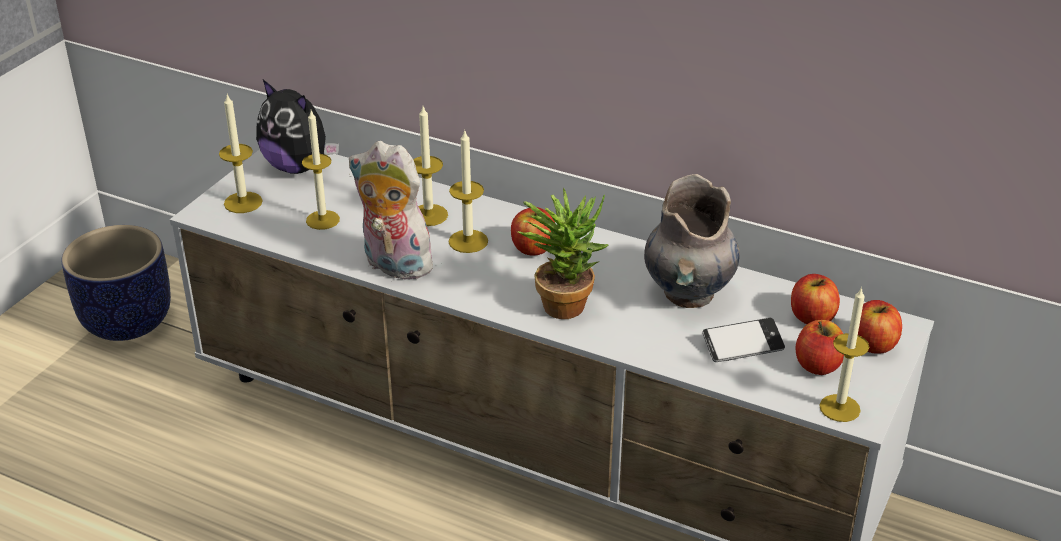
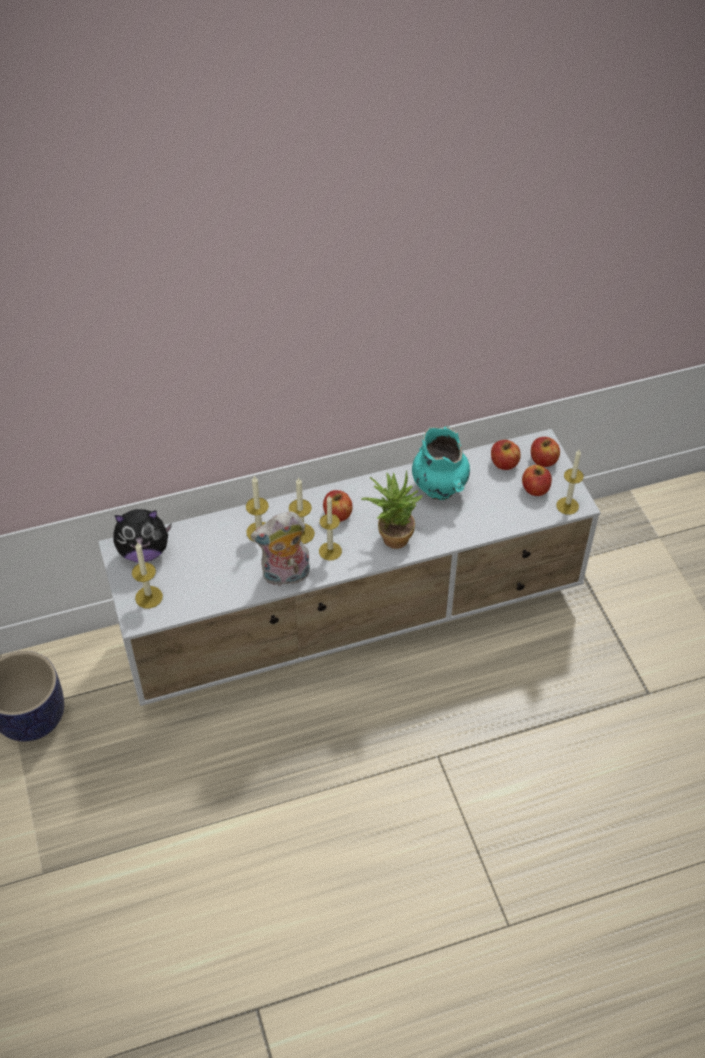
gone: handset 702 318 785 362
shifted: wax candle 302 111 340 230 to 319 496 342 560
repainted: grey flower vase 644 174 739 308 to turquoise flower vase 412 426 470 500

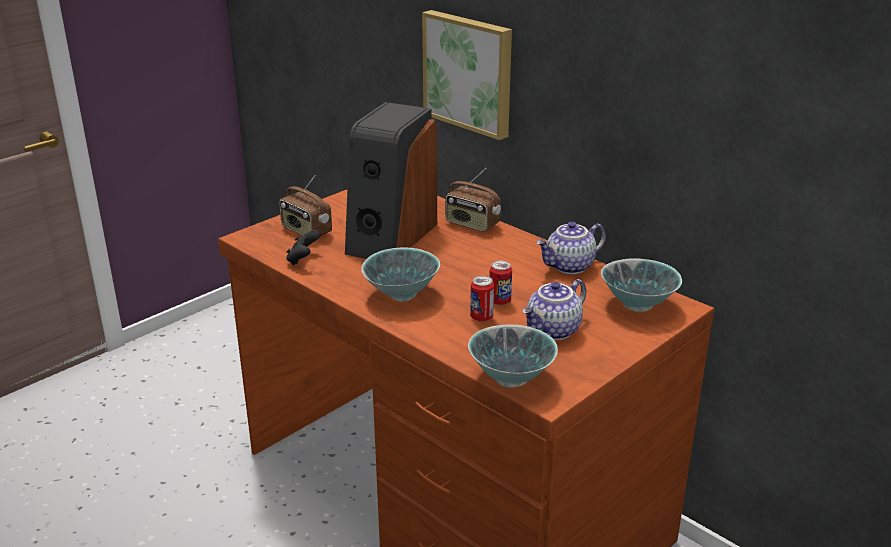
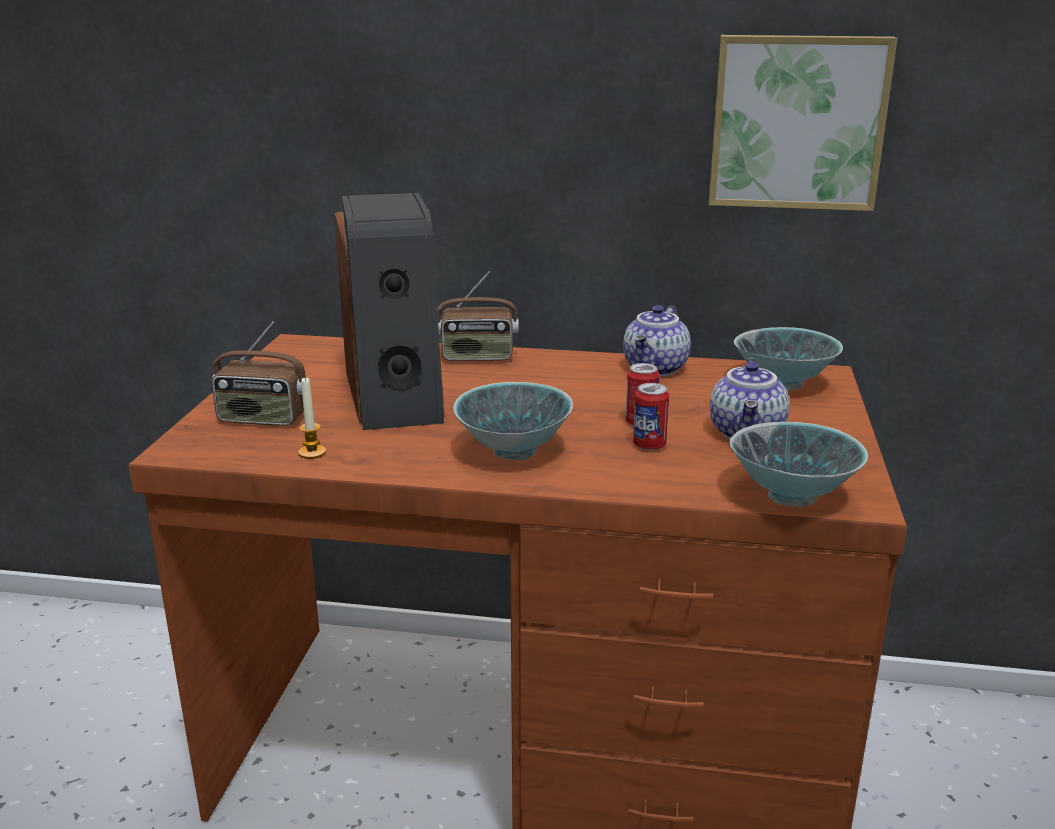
shifted: wall art 422 10 512 140 to 709 35 897 211
swapped: blackish game controller 286 230 321 265 to wax candle 298 377 326 459

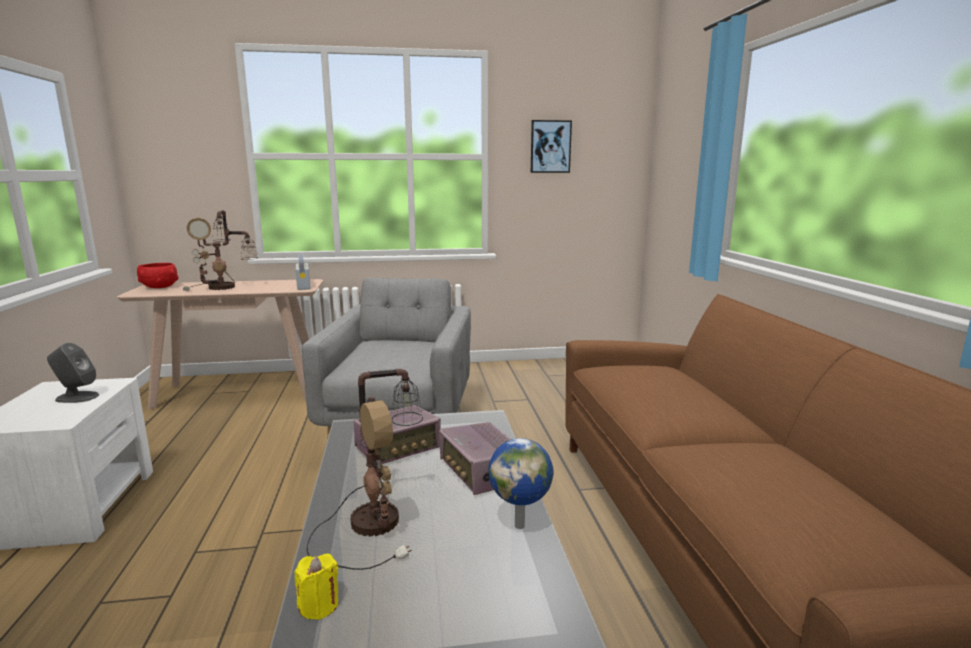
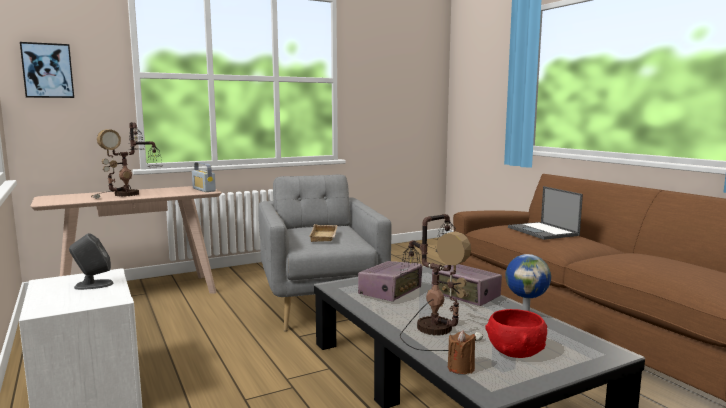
new: beige-coloured tray 310 224 337 242; notebook computer 508 186 583 240
shifted: reddish bowl 137 263 178 288 to 485 309 547 358; wall art 531 120 572 173 to 20 42 74 98
repainted: yellowish wax candle 294 554 338 620 to brown-coloured wax candle 448 331 476 374

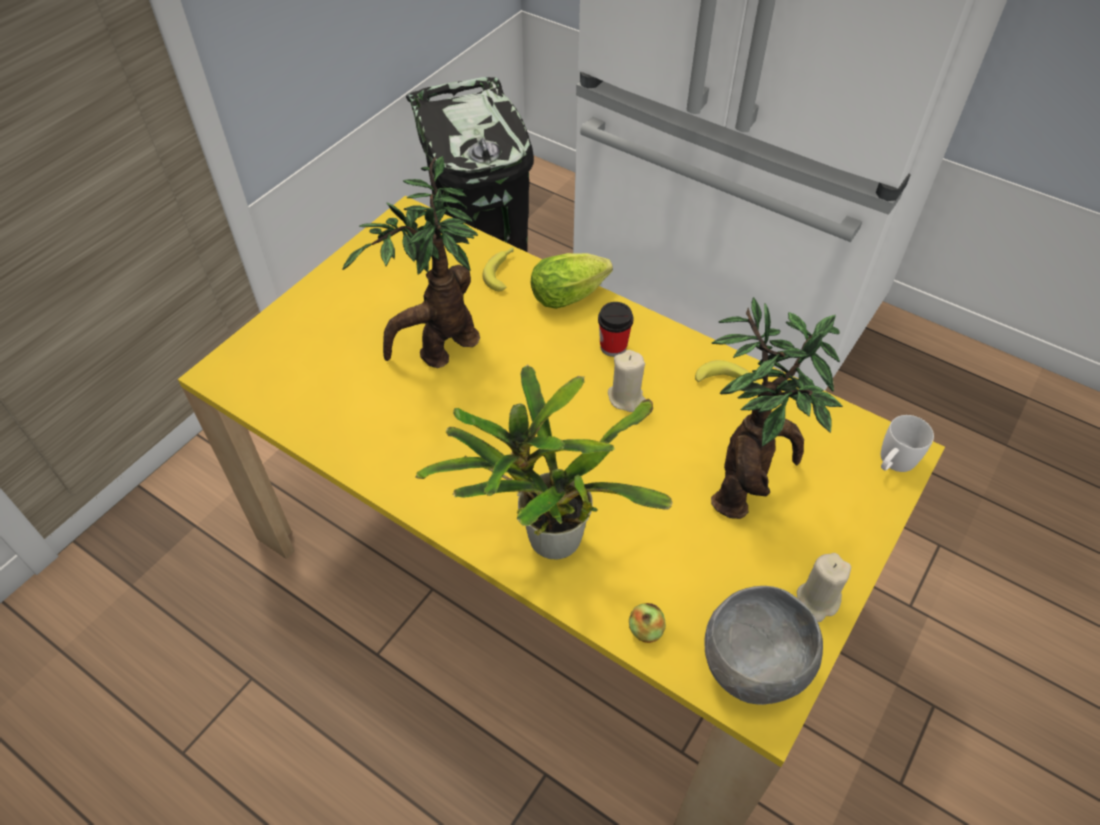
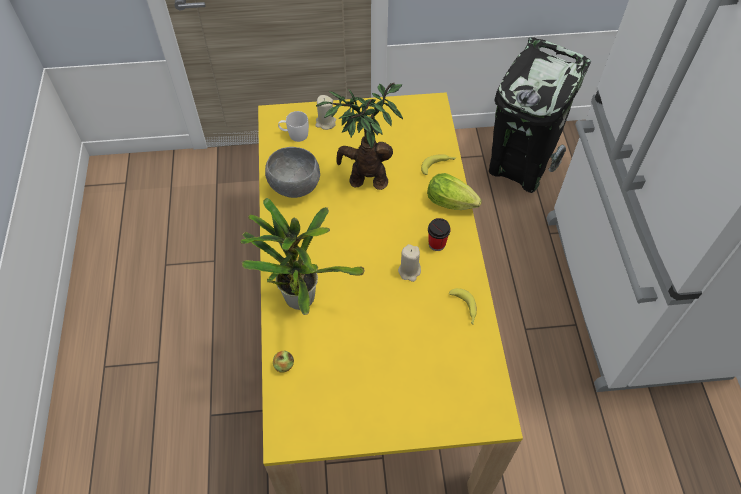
gone: plant in a pot 711 297 843 519
shifted: grey bowl 704 586 823 705 to 265 147 320 198; beige-coloured wax candle 797 553 851 622 to 315 95 336 130; whitish mug 881 415 934 472 to 278 111 309 142

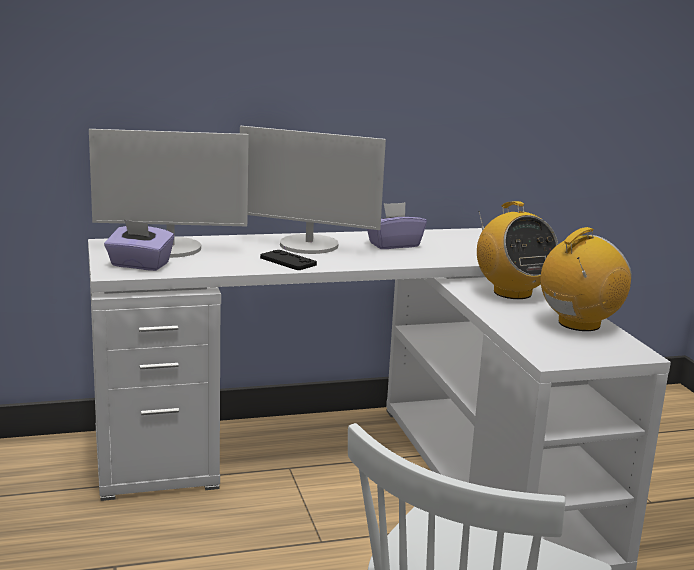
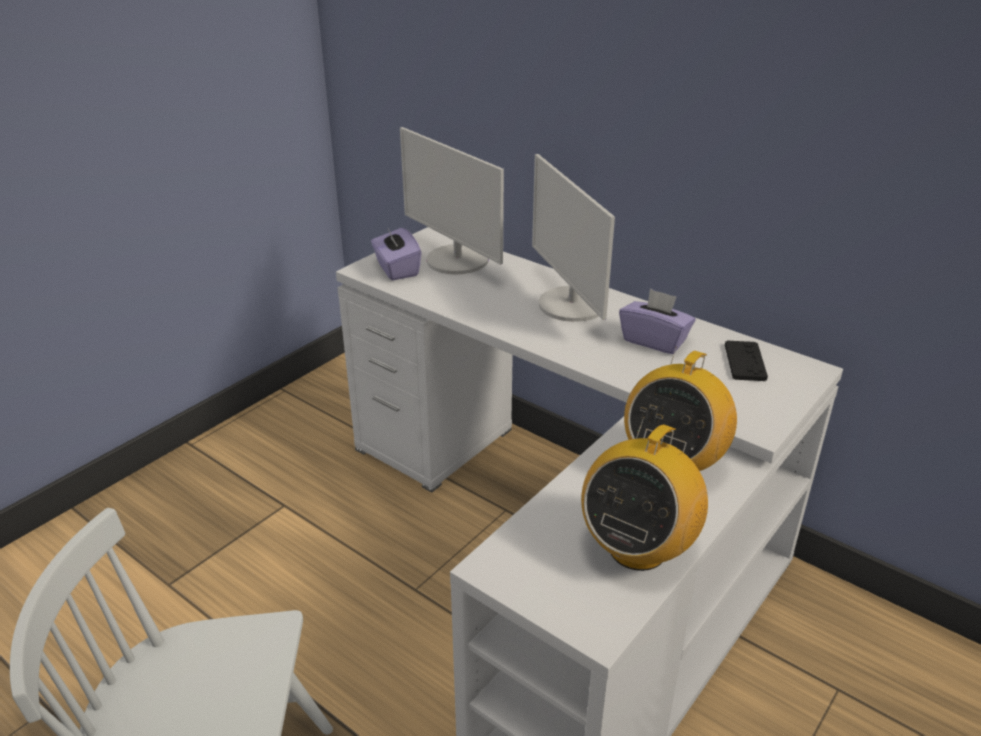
shifted: blackish game controller 260 250 317 270 to 725 341 768 381
rotated: radio 541 227 632 331 = 581 416 708 571 105 degrees clockwise

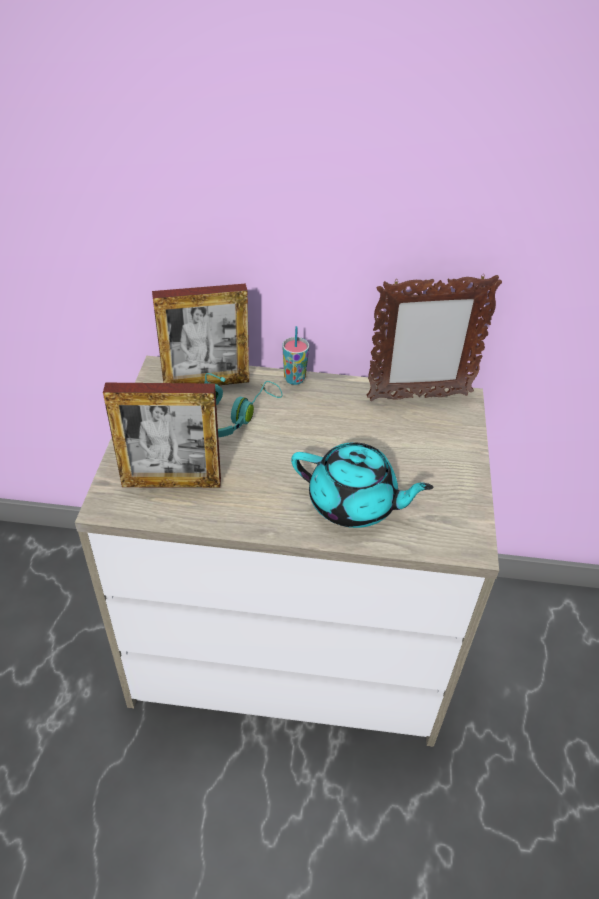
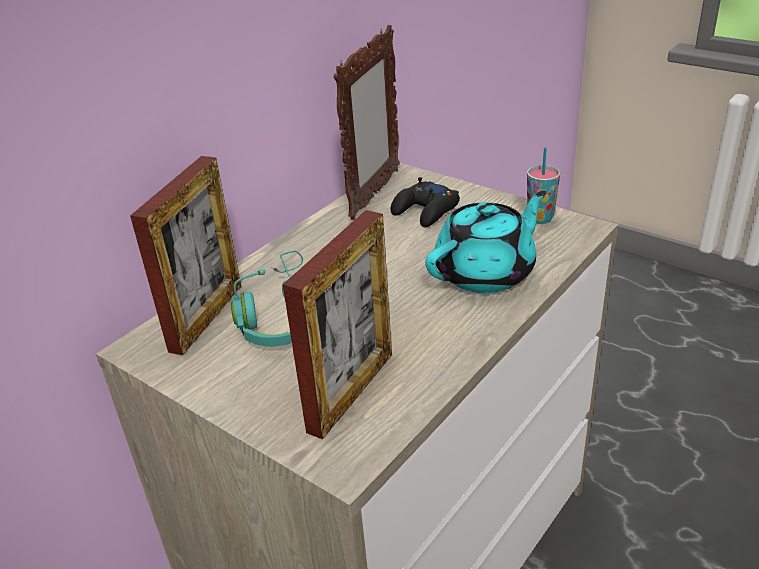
new: blackish game controller 391 177 460 227
shifted: drinking cup 282 326 309 385 to 527 147 560 224

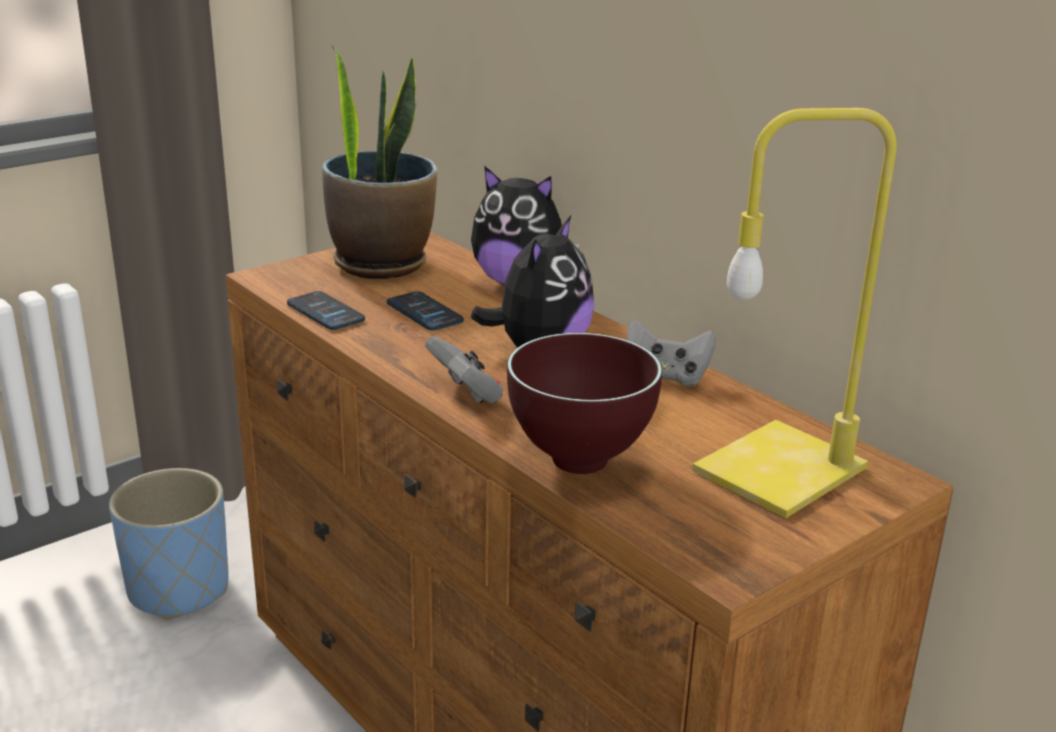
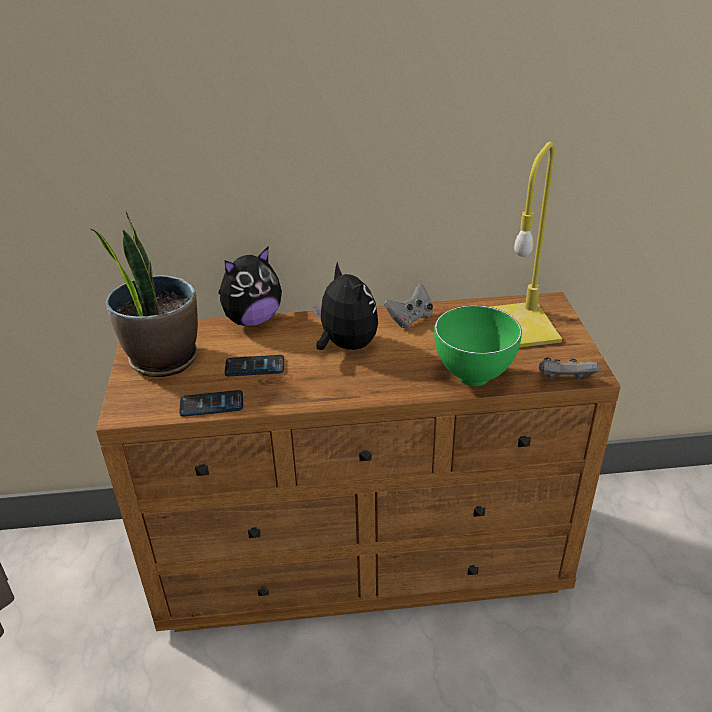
gone: bluish planter 109 468 229 620
shifted: grey game controller 425 336 503 404 to 539 357 599 380
repainted: brown-coloured bowl 507 333 662 474 to green-coloured bowl 434 305 522 386

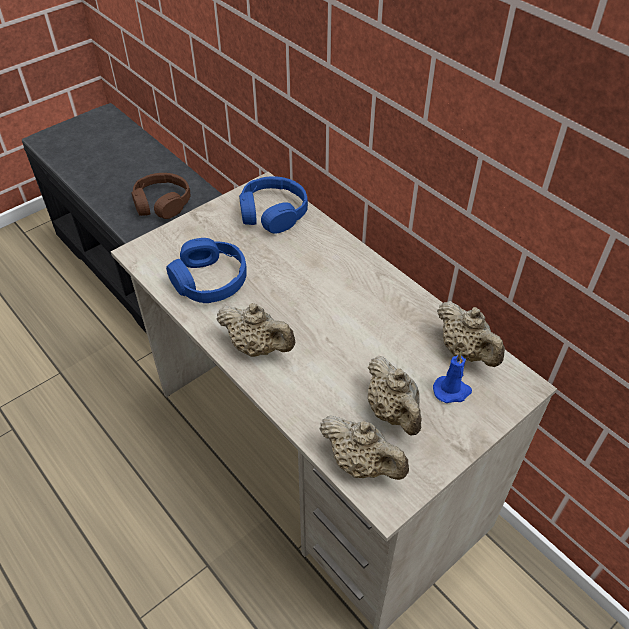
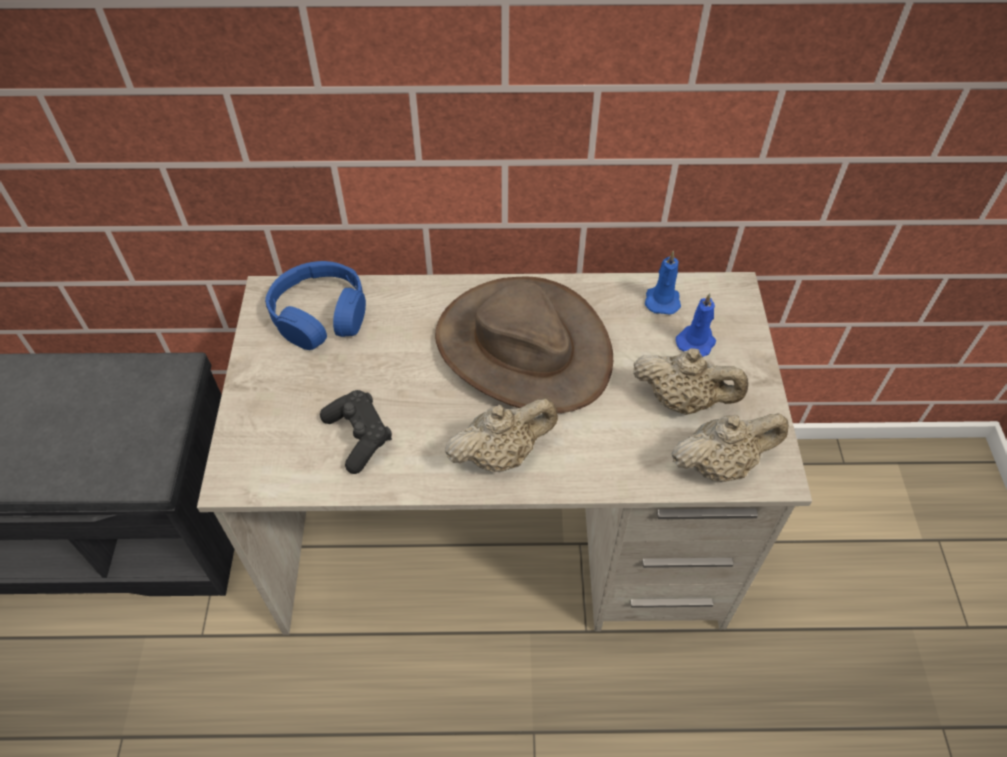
gone: brown-coloured headset 131 173 191 219
new: brown-coloured wearable hat 435 276 613 413
swapped: bluish headset 166 238 247 303 to blackish game controller 320 390 392 474; beige-coloured pot for tea 437 301 505 367 to bluish wax candle 645 251 681 315

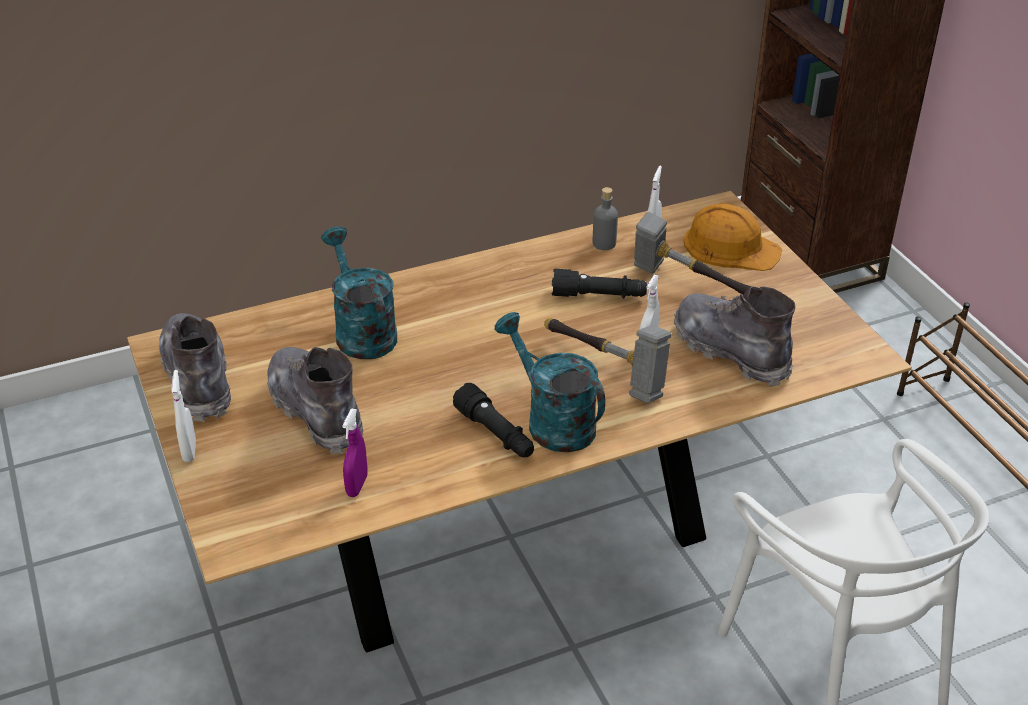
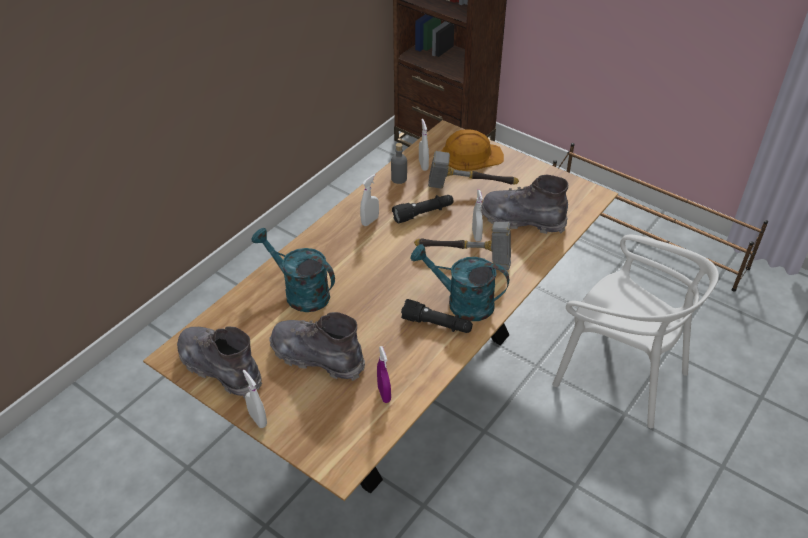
new: whitish sprayer 360 174 379 226

